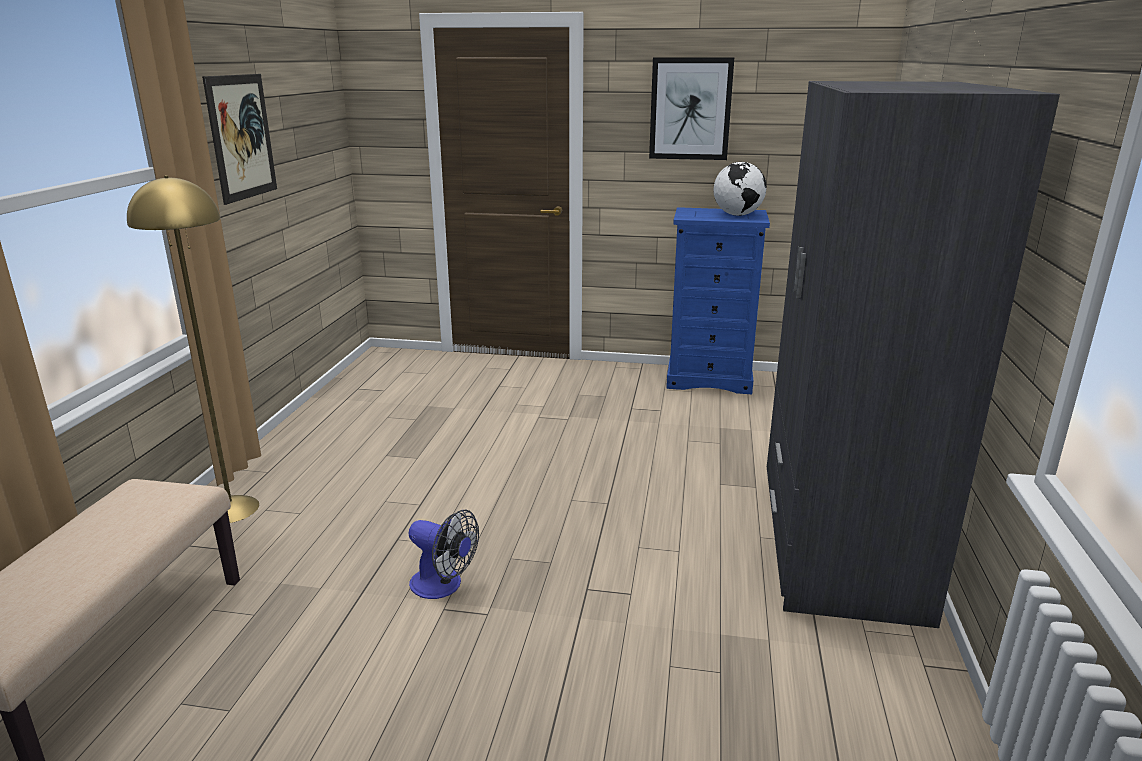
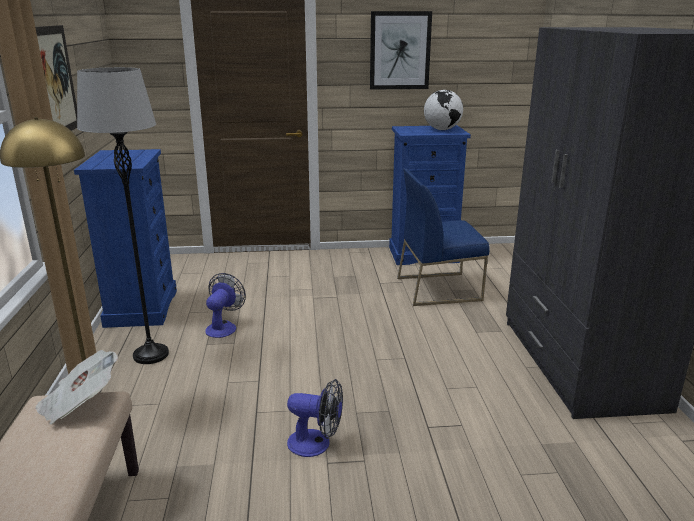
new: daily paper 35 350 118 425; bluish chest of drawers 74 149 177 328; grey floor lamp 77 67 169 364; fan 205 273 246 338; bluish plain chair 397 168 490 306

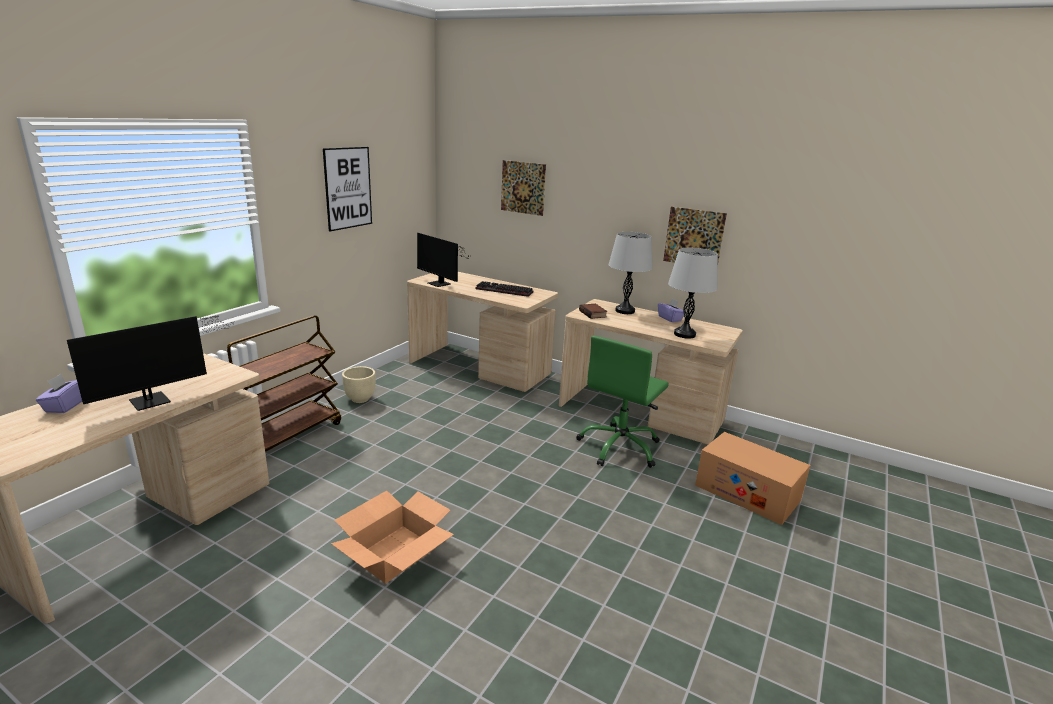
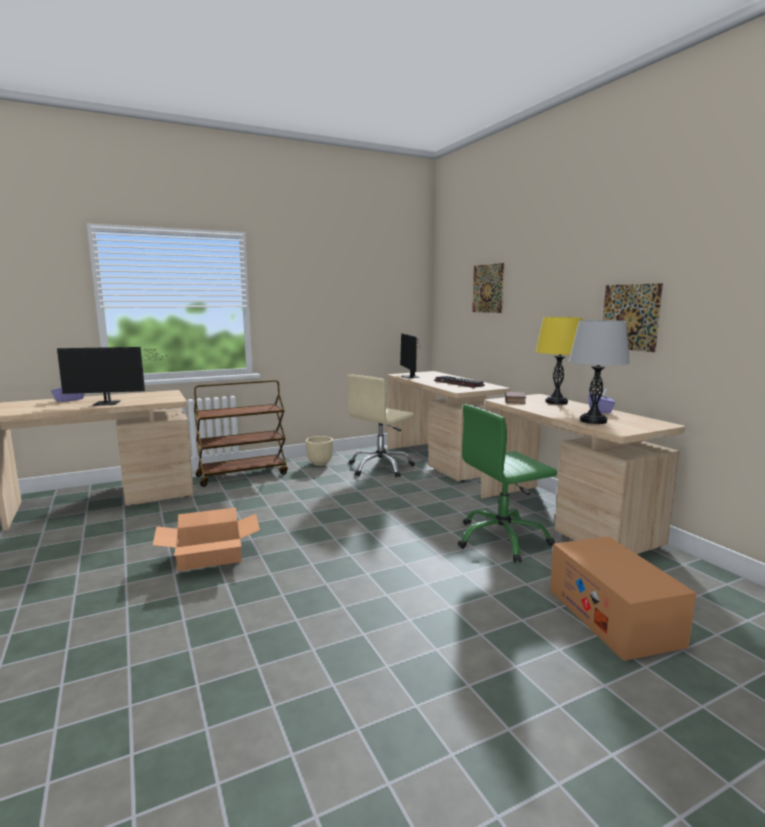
gone: wall art 323 147 372 231
new: beige-coloured computer chair 348 374 415 478
repainted: grey tabletop lamp 609 232 653 314 to yellowish tabletop lamp 536 317 582 405

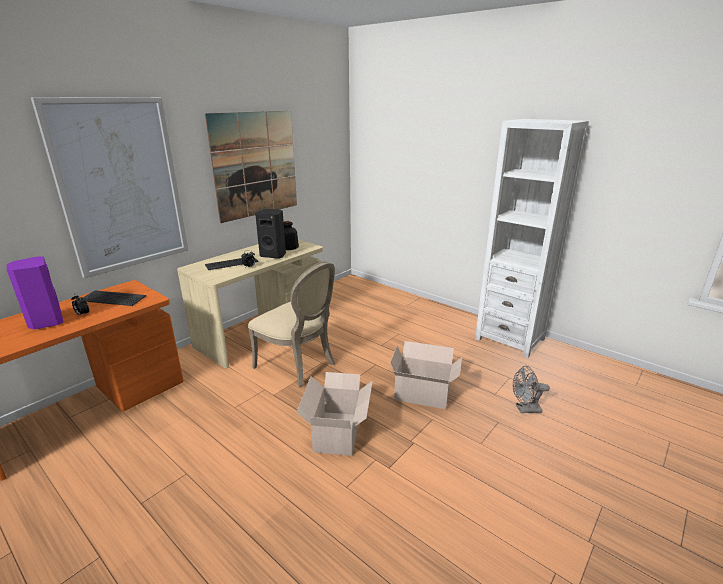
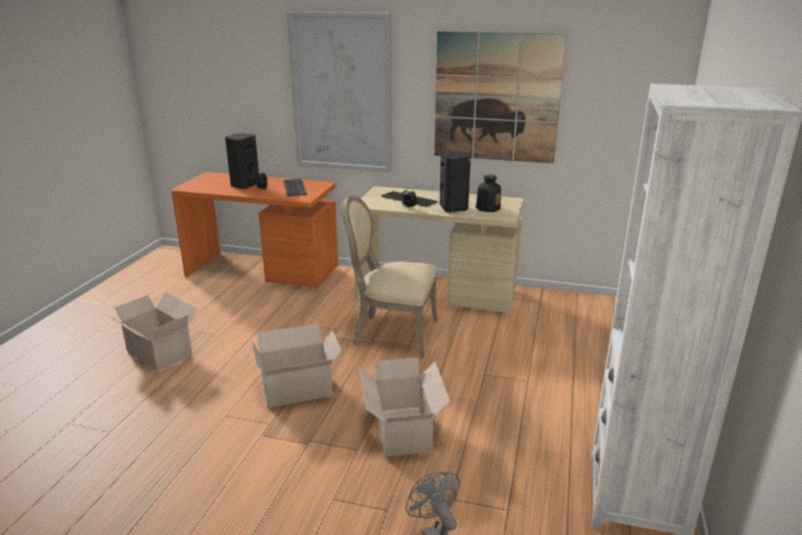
new: cardboard box 107 292 197 371
repainted: purplish audio speaker 6 256 63 330 to blackish audio speaker 225 133 259 189
rotated: beige-coloured plain chair 248 261 335 387 = 341 196 438 359 90 degrees clockwise

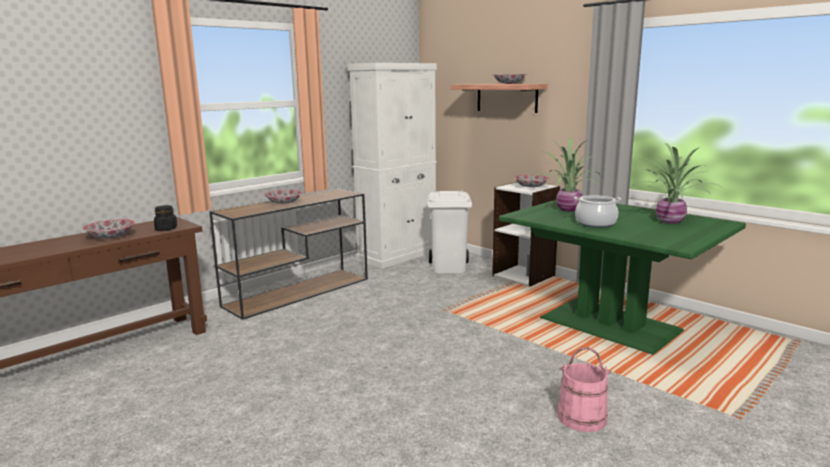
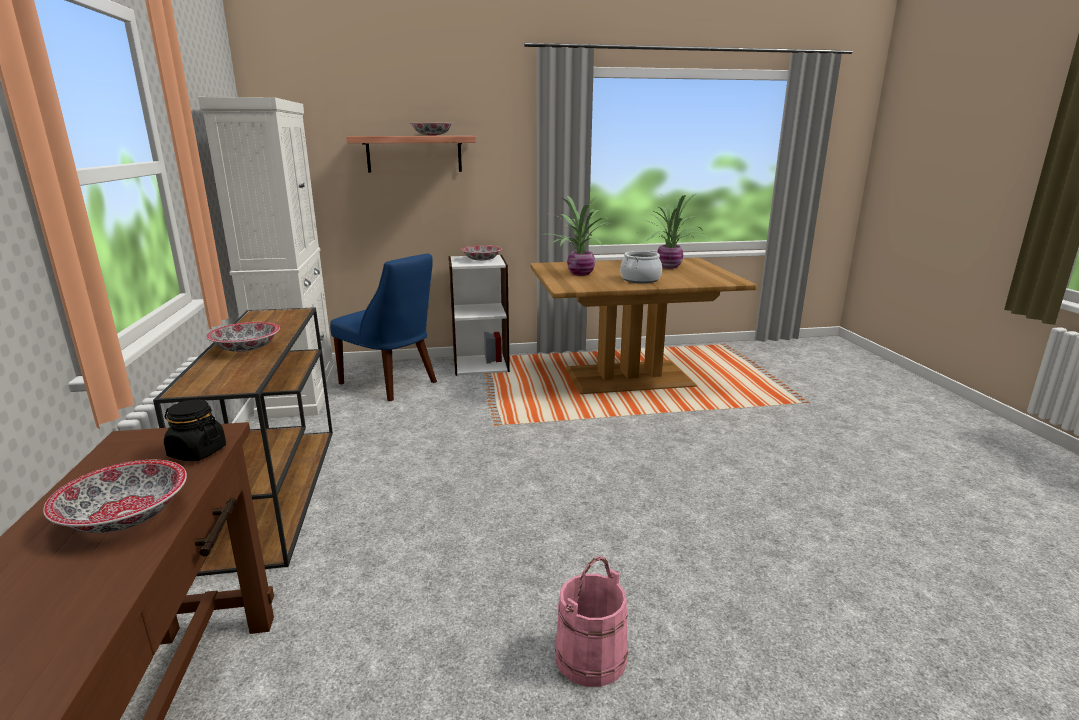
shifted: pink water bucket 558 347 612 432 to 555 556 628 687
swapped: whitish trash can 428 190 472 273 to bluish plain chair 330 254 437 401
repainted: green-coloured dinner table 499 200 746 355 to brown-coloured dinner table 530 258 757 394

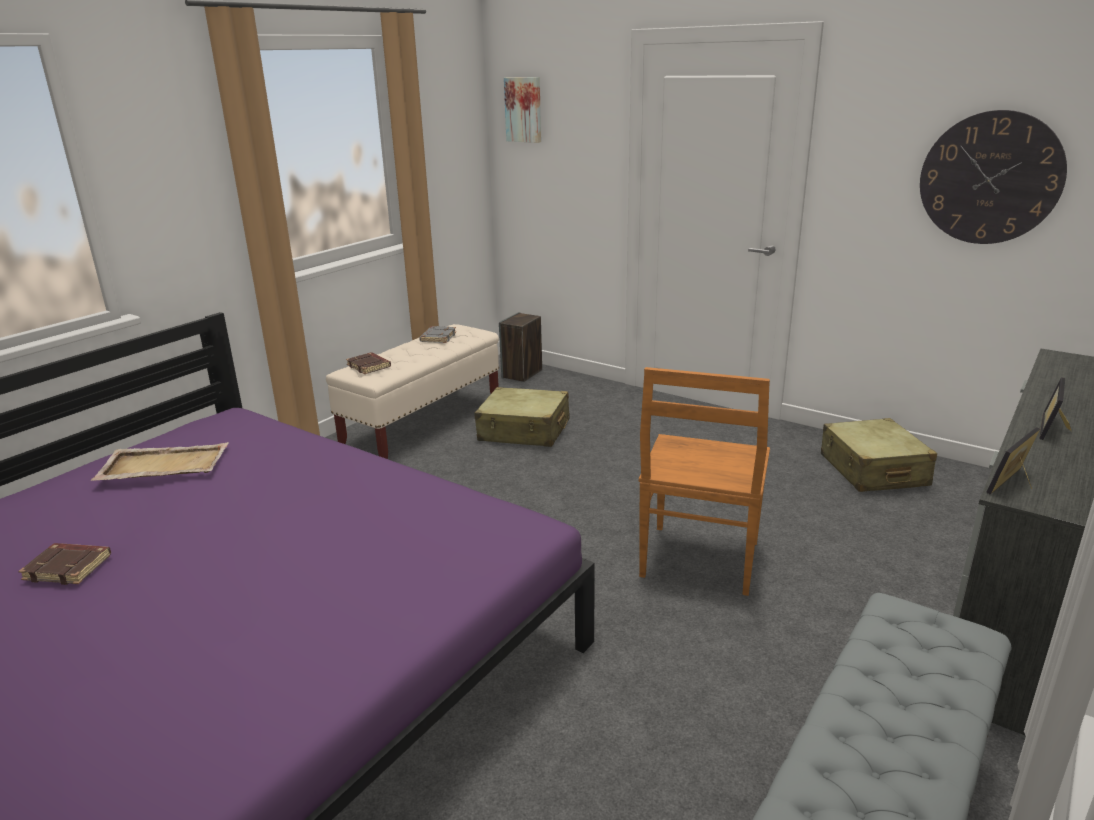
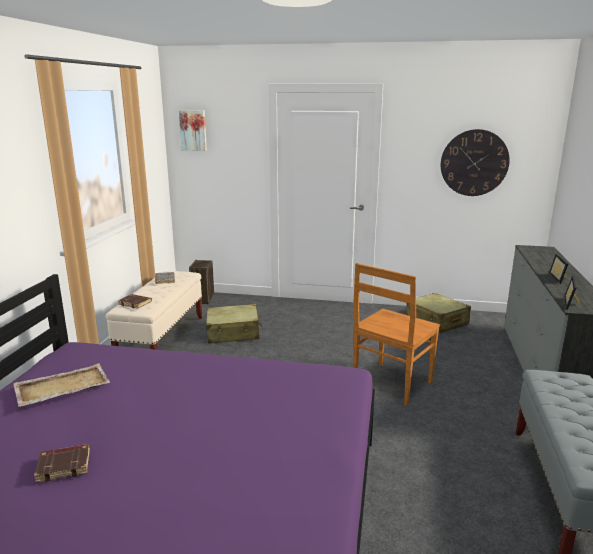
rotated: brown-coloured plain chair 639 367 770 596 = 353 263 440 406 45 degrees clockwise

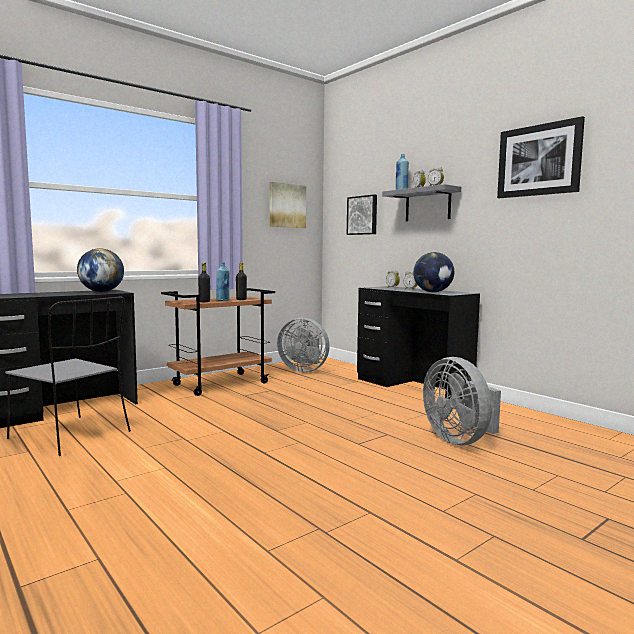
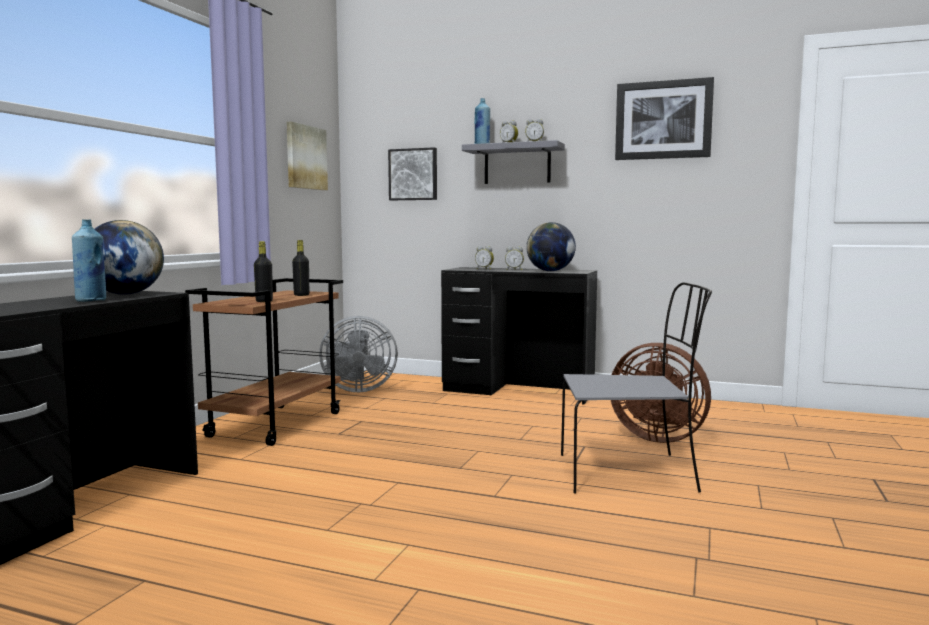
shifted: grey plain chair 5 297 131 456 to 561 282 712 493; bluish drink bottle 216 263 230 301 to 72 219 106 302
repainted: grey fan 423 357 501 445 to brown-coloured fan 611 343 711 443

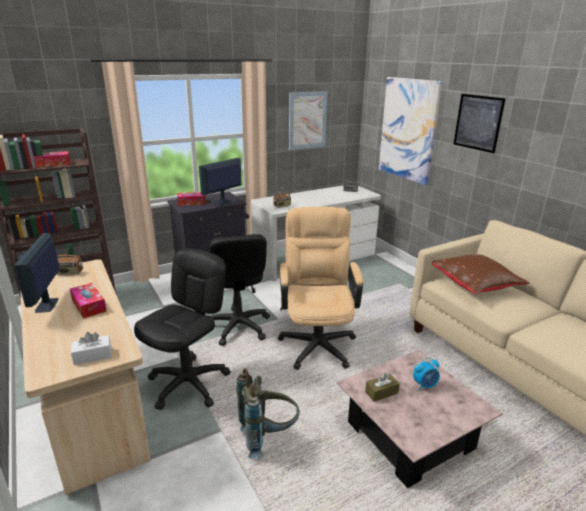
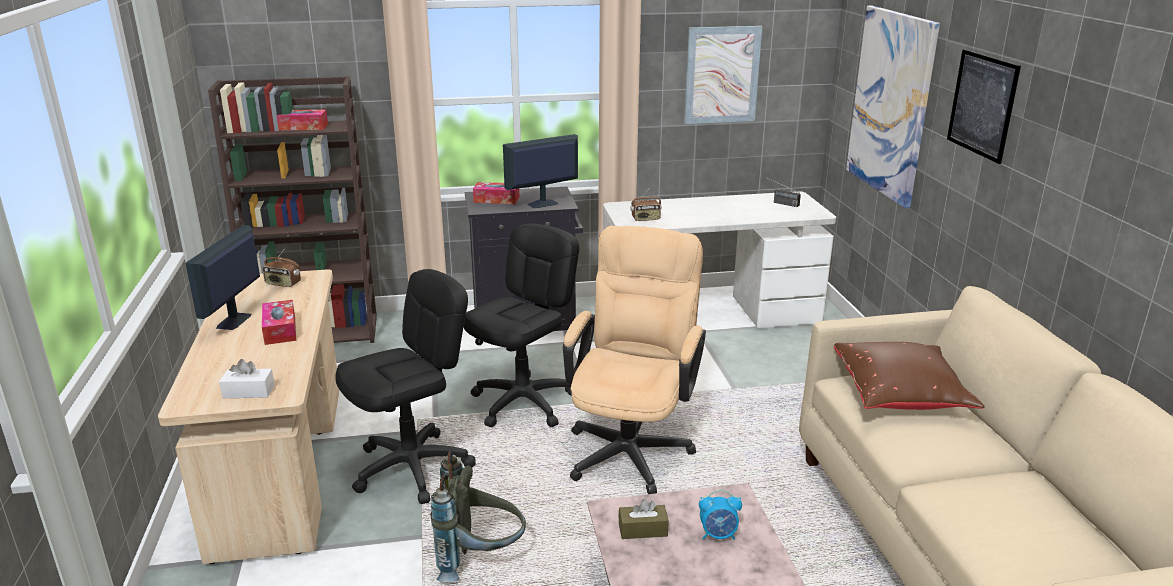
rotated: blackish computer chair 209 234 270 346 = 464 223 579 427 150 degrees counterclockwise

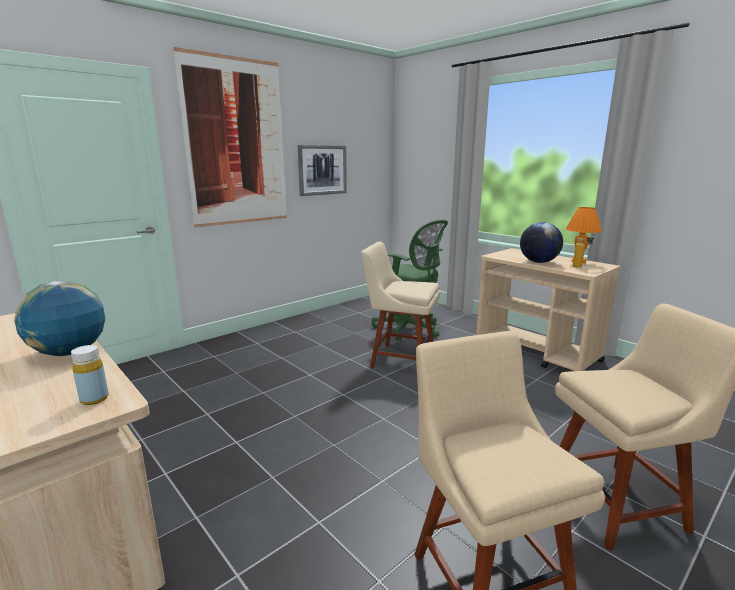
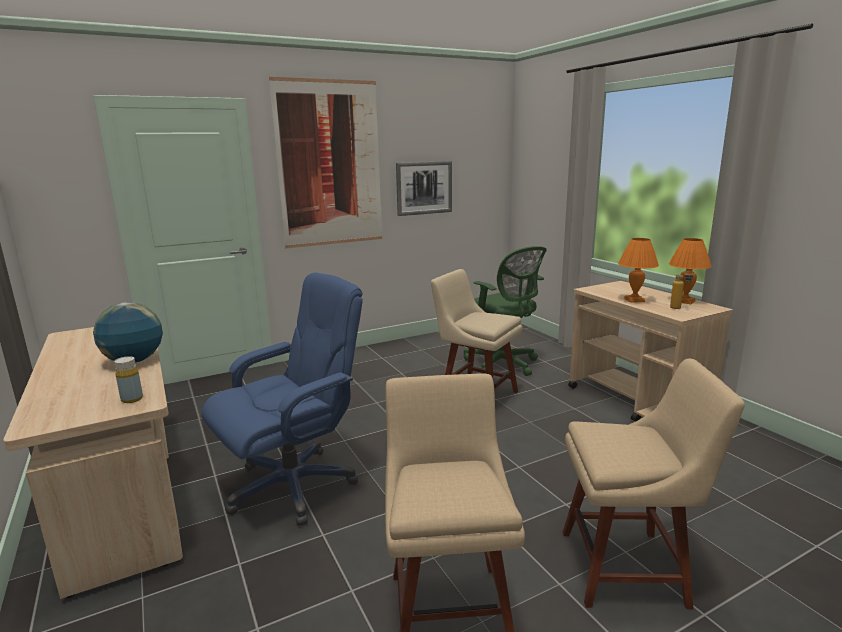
new: bluish computer chair 202 273 363 526
swapped: desk globe 520 222 563 263 to orange-coloured tabletop lamp 618 238 659 303

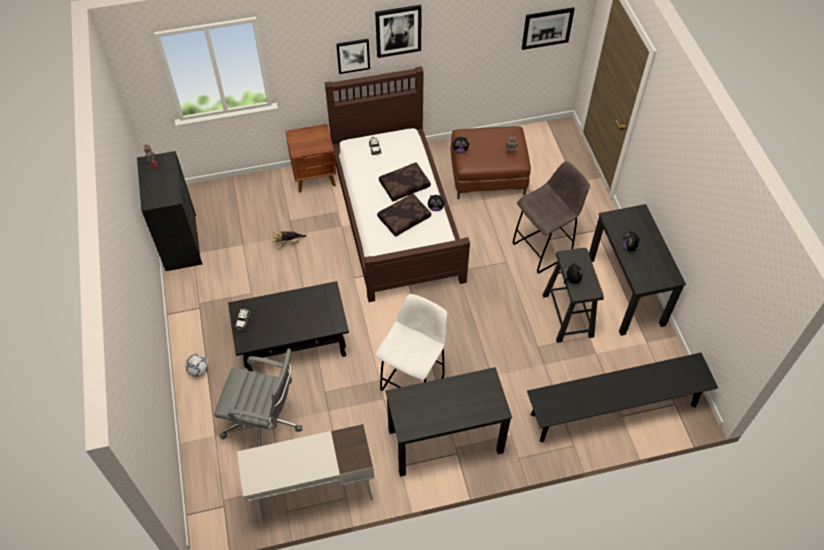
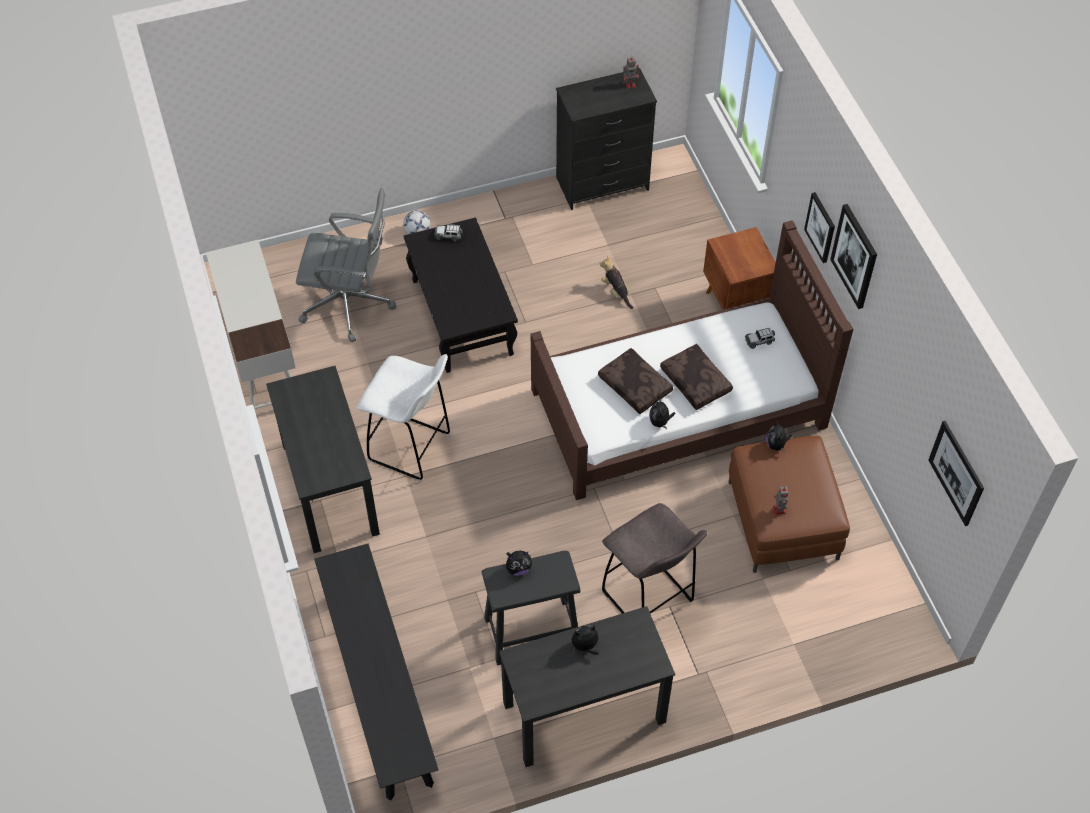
rotated: grey computer chair 214 348 302 447 = 296 188 396 342 90 degrees counterclockwise

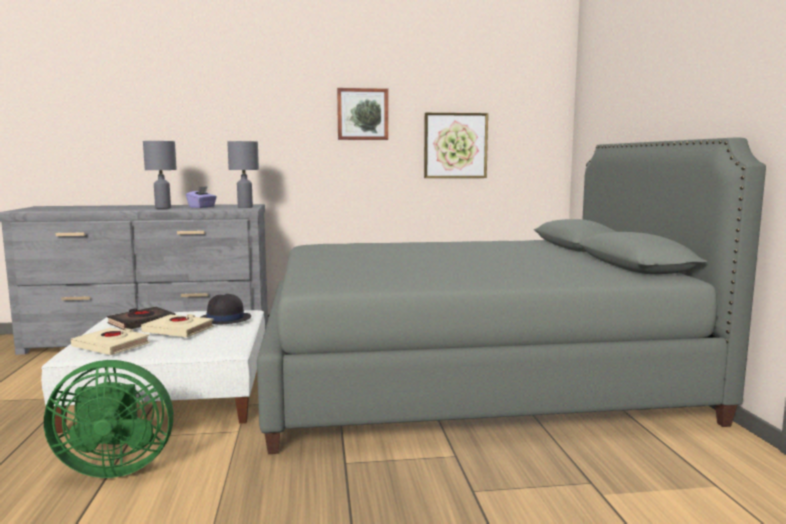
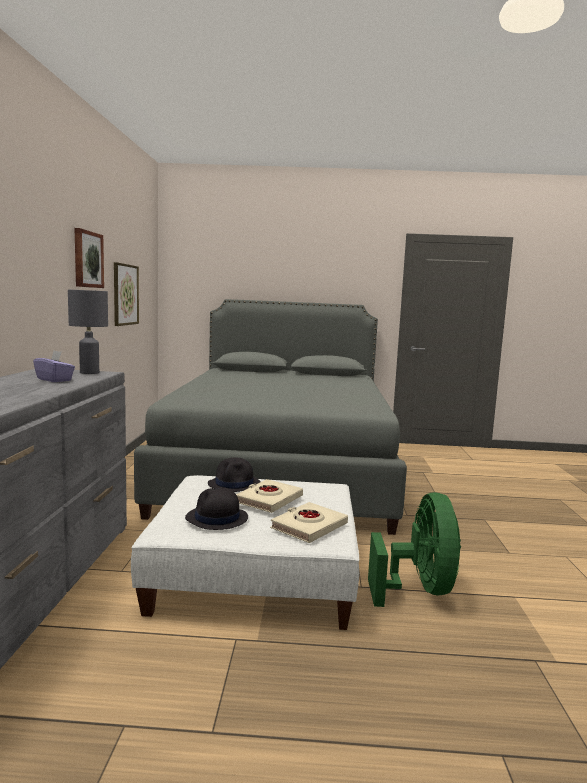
gone: grey tabletop lamp 143 141 177 209
swapped: blackish bound book 107 307 175 330 to blackish wearable hat 185 487 248 530

